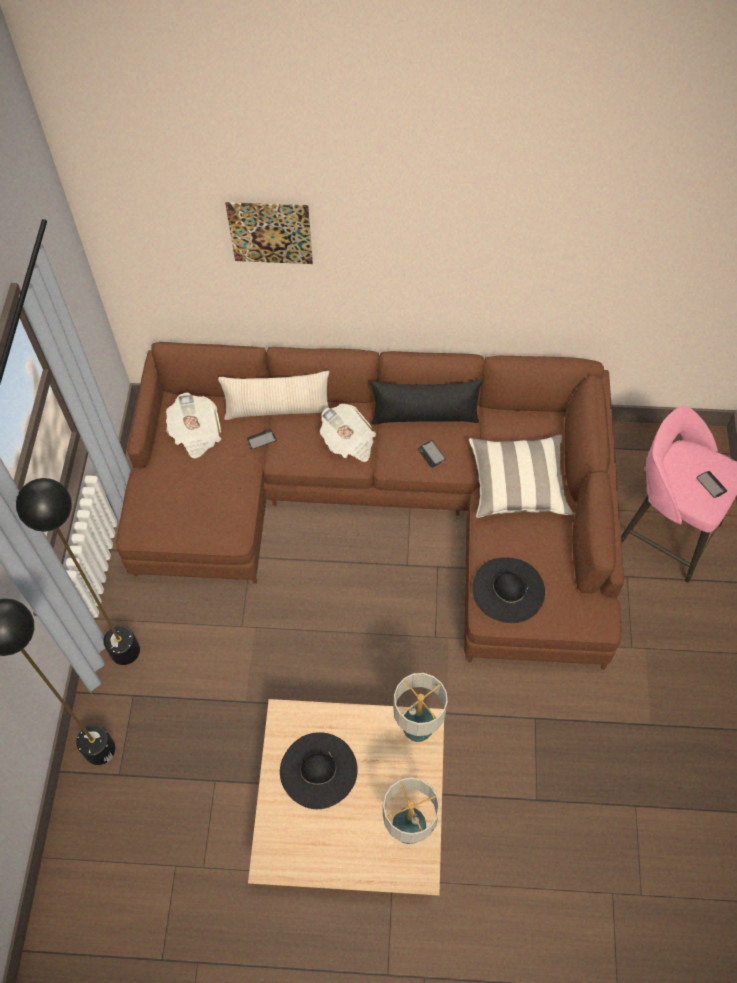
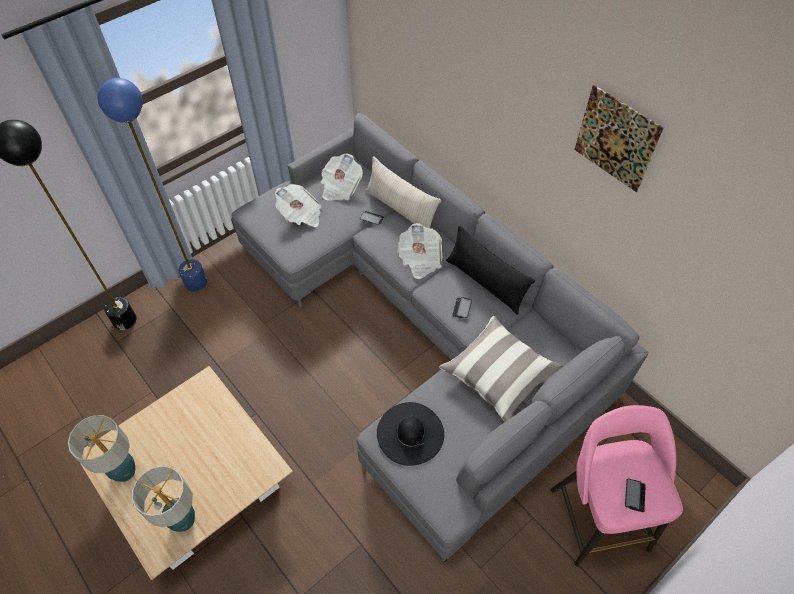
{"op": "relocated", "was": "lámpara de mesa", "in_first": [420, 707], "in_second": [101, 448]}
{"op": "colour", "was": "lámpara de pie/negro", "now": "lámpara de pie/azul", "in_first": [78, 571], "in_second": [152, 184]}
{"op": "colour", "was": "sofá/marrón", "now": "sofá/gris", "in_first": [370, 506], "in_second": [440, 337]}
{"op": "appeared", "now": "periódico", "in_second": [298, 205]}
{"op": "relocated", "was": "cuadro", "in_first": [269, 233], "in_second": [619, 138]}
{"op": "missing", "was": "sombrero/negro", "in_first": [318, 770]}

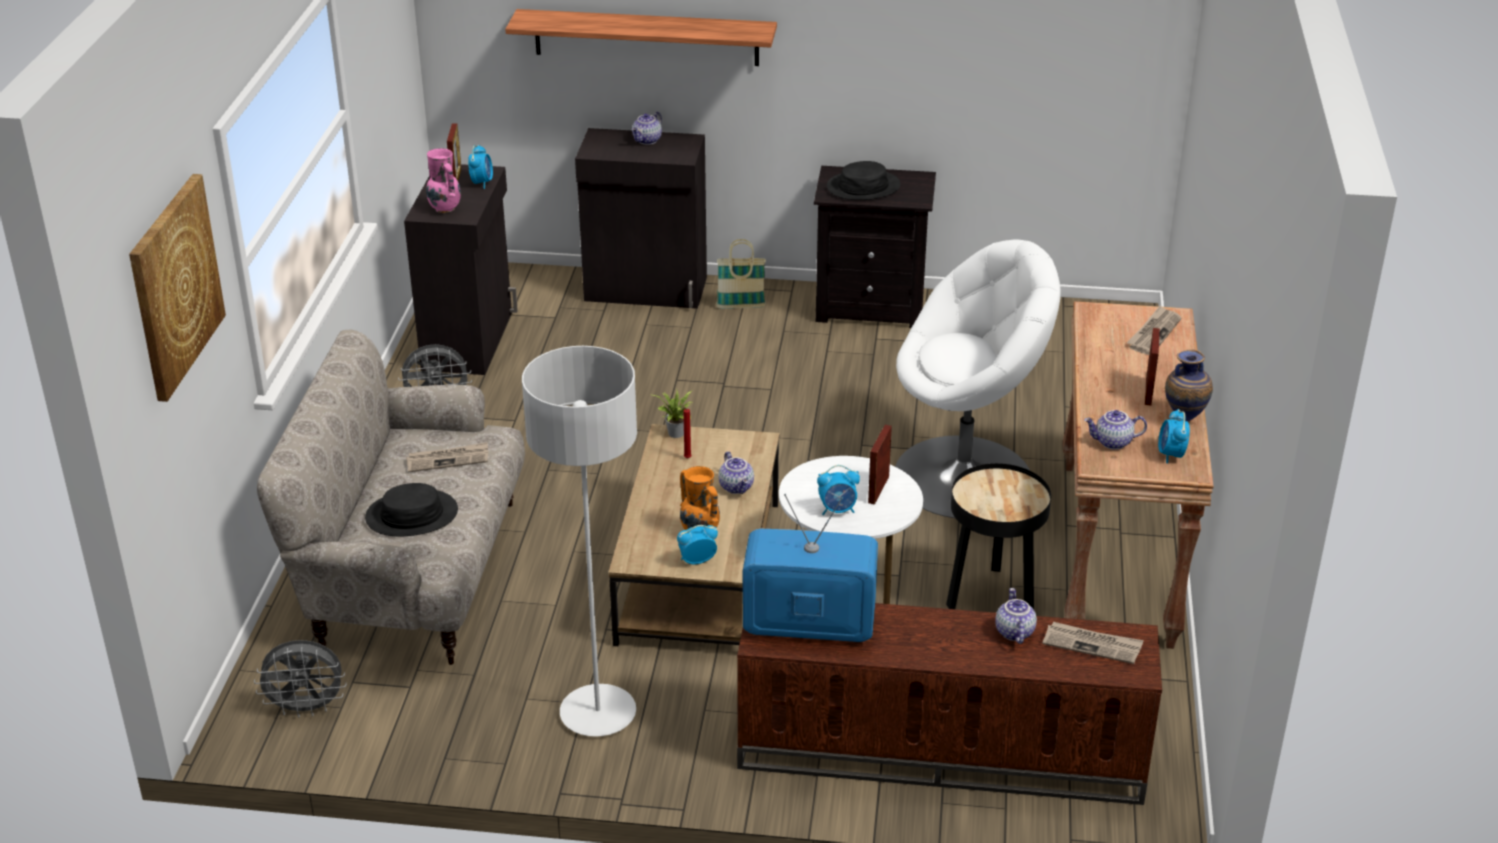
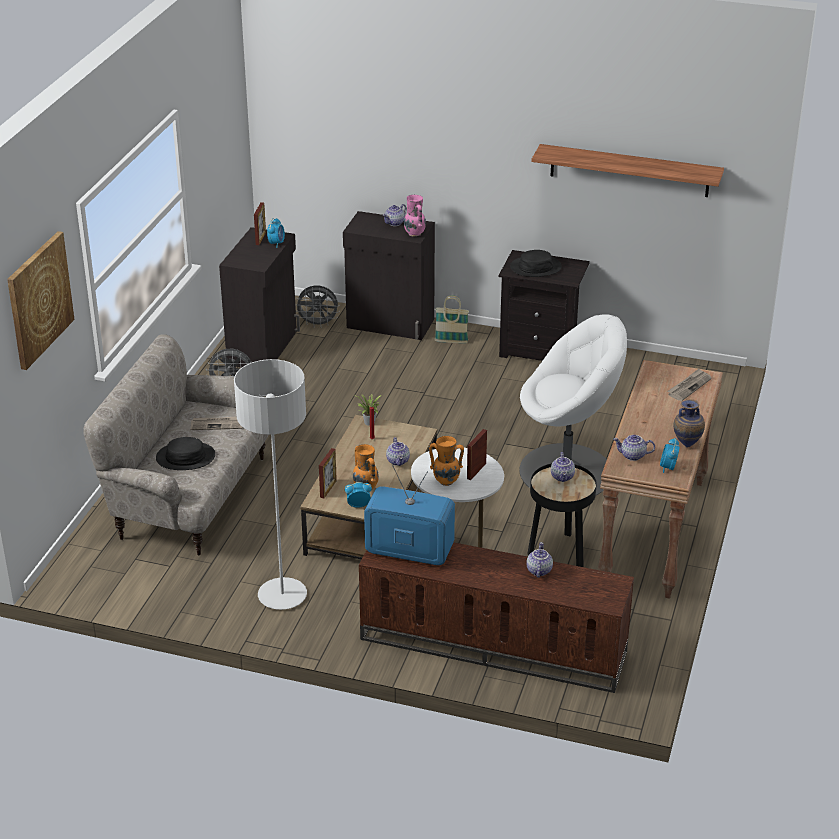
{"op": "relocated", "was": "ventilador/gris", "in_first": [300, 679], "in_second": [318, 306]}
{"op": "relocated", "was": "portarretratos", "in_first": [1152, 366], "in_second": [328, 473]}
{"op": "relocated", "was": "florero/rosa", "in_first": [443, 180], "in_second": [415, 215]}
{"op": "exchanged", "was": "despertador", "now": "florero/naranja", "in_first": [838, 490], "in_second": [446, 461]}
{"op": "relocated", "was": "estante", "in_first": [641, 37], "in_second": [628, 170]}
{"op": "appeared", "now": "tetera", "in_second": [563, 467]}
{"op": "missing", "was": "periódico", "in_first": [1093, 643]}

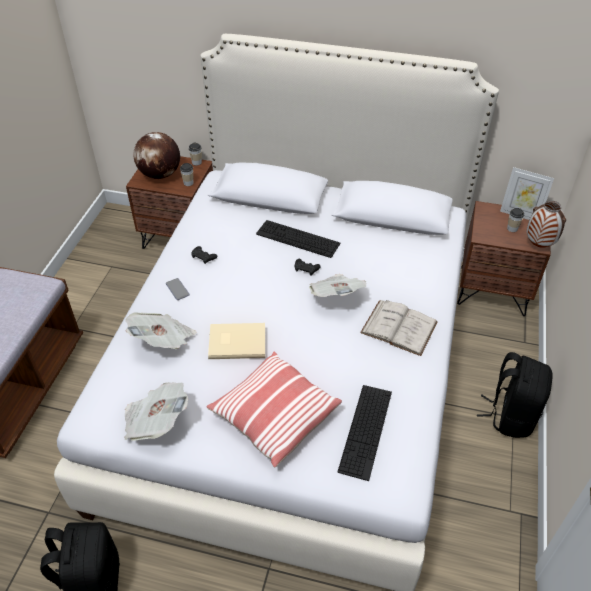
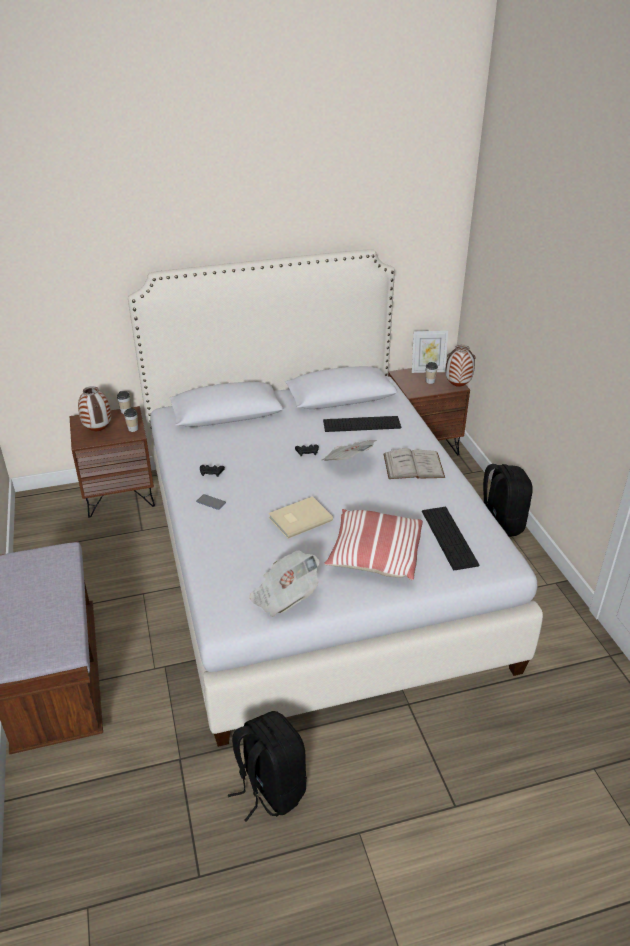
{"op": "exchanged", "was": "globo terráqueo", "now": "florero", "in_first": [156, 155], "in_second": [94, 408]}
{"op": "relocated", "was": "teclado", "in_first": [298, 239], "in_second": [362, 424]}
{"op": "missing", "was": "periódico", "in_first": [161, 330]}

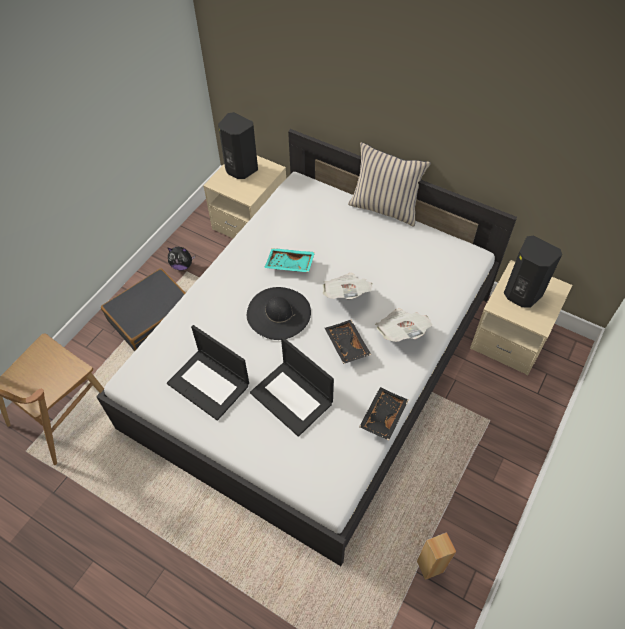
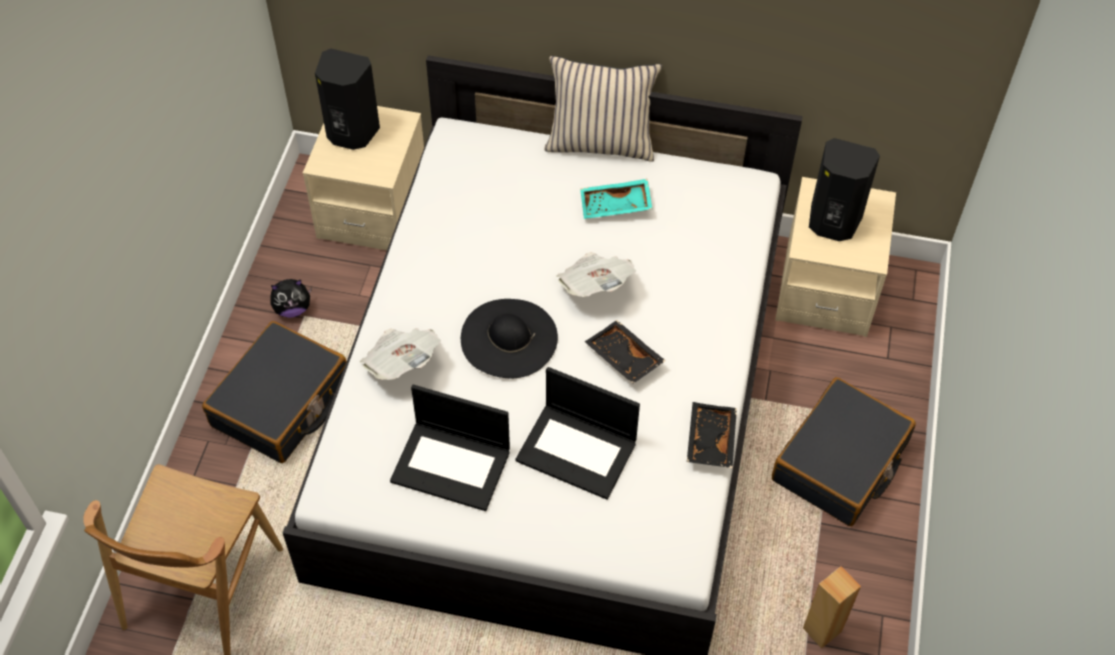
{"op": "relocated", "was": "periódico", "in_first": [404, 325], "in_second": [400, 354]}
{"op": "relocated", "was": "bandeja/turquesa", "in_first": [289, 260], "in_second": [616, 199]}
{"op": "appeared", "now": "maleta/negro", "in_second": [844, 451]}

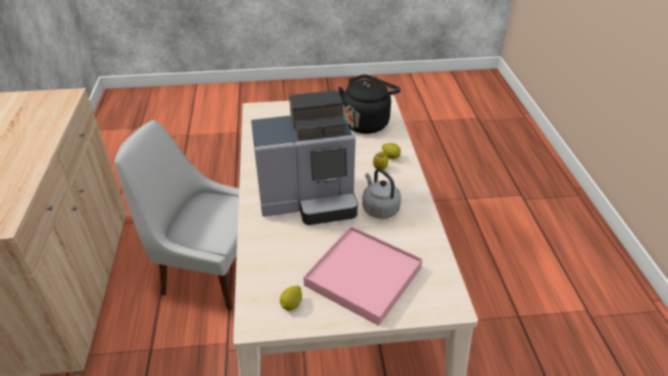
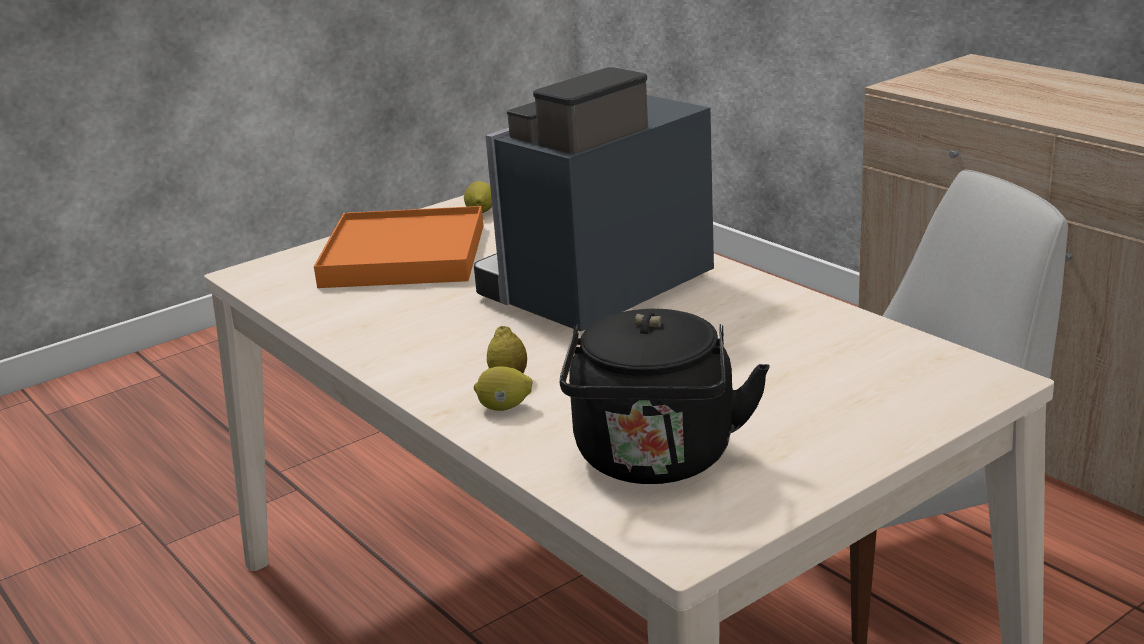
{"op": "colour", "was": "bandeja/rosa", "now": "bandeja/naranja", "in_first": [363, 276], "in_second": [398, 247]}
{"op": "missing", "was": "hervidor/gris", "in_first": [381, 193]}

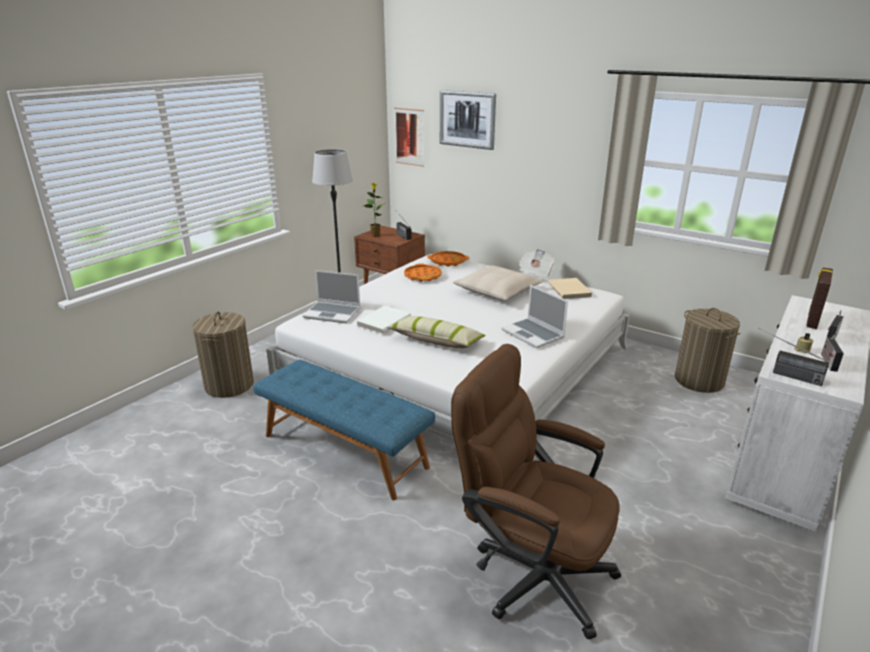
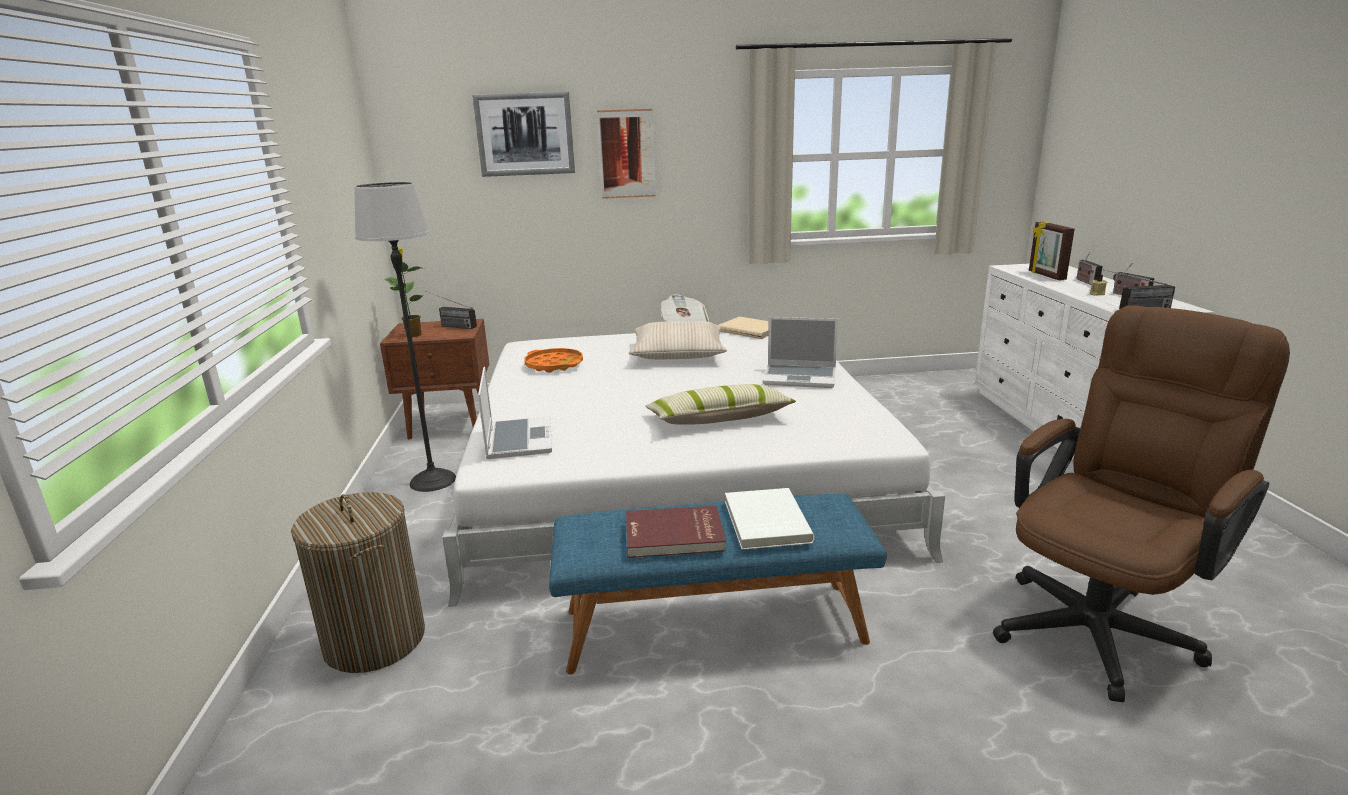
{"op": "spun", "was": "portátil", "in_first": [331, 296], "in_second": [515, 413], "clockwise": -75}
{"op": "relocated", "was": "cuadro", "in_first": [409, 137], "in_second": [626, 154]}
{"op": "appeared", "now": "libro/rojo", "in_second": [676, 531]}
{"op": "relocated", "was": "libro/blanco", "in_first": [384, 320], "in_second": [770, 519]}
{"op": "spun", "was": "silla de oficina/marrón", "in_first": [536, 492], "in_second": [1141, 504], "clockwise": 150}
{"op": "missing", "was": "bandeja/naranja", "in_first": [448, 258]}
{"op": "missing", "was": "cesto de la ropa", "in_first": [708, 350]}

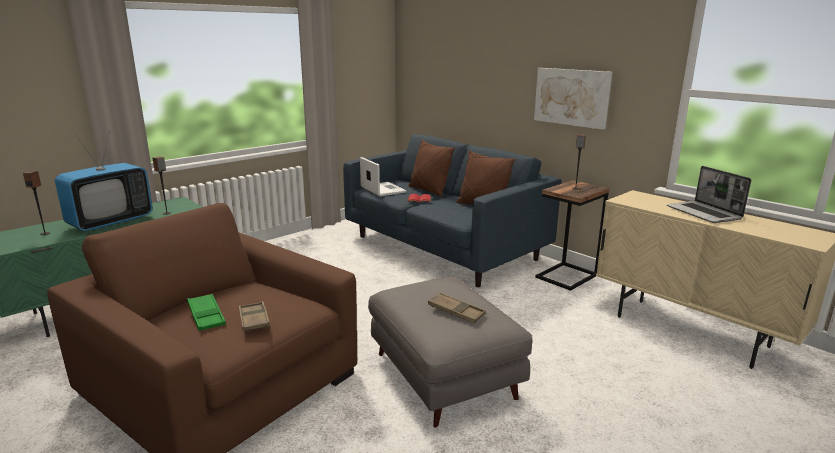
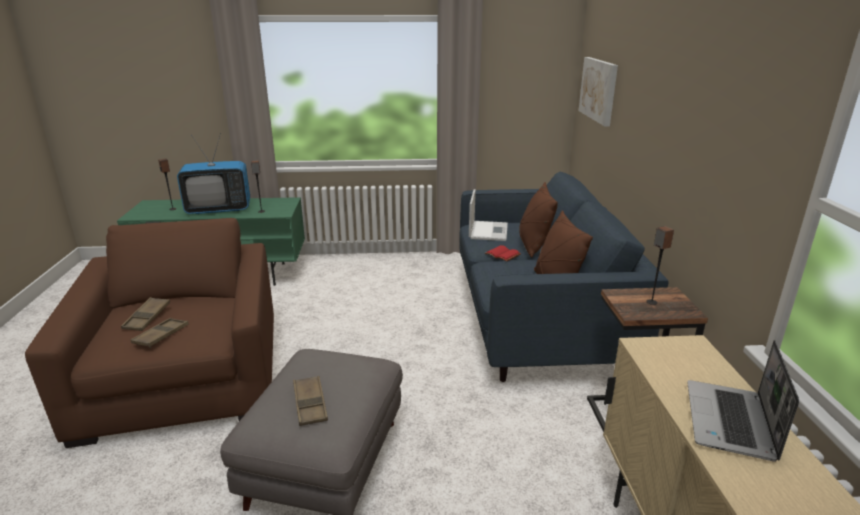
{"op": "colour", "was": "bandeja/verde", "now": "bandeja/marrón", "in_first": [206, 312], "in_second": [145, 314]}
{"op": "relocated", "was": "cuadro", "in_first": [573, 99], "in_second": [598, 91]}

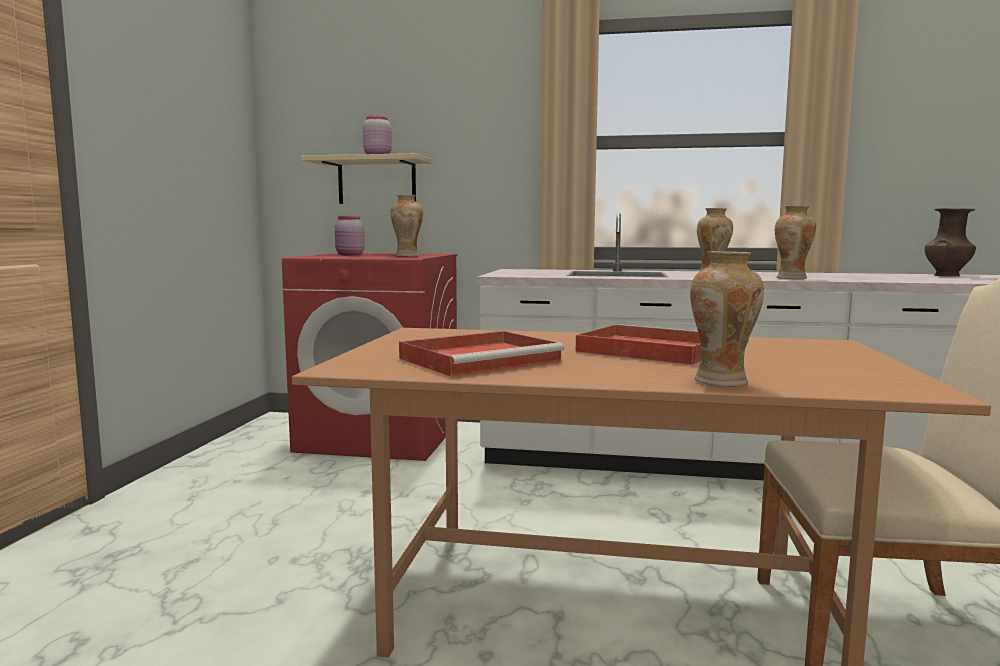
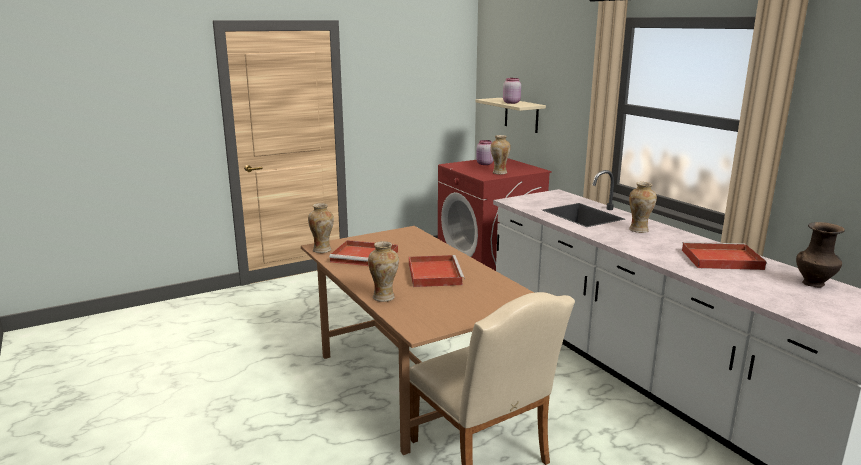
{"op": "relocated", "was": "florero", "in_first": [795, 242], "in_second": [321, 228]}
{"op": "appeared", "now": "bandeja/rojo", "in_second": [724, 256]}

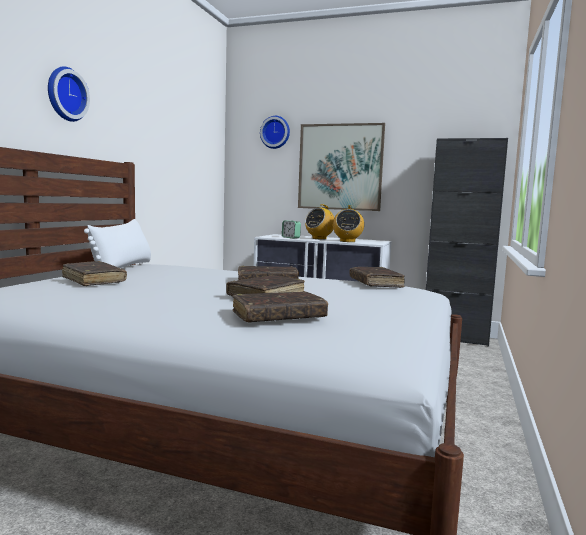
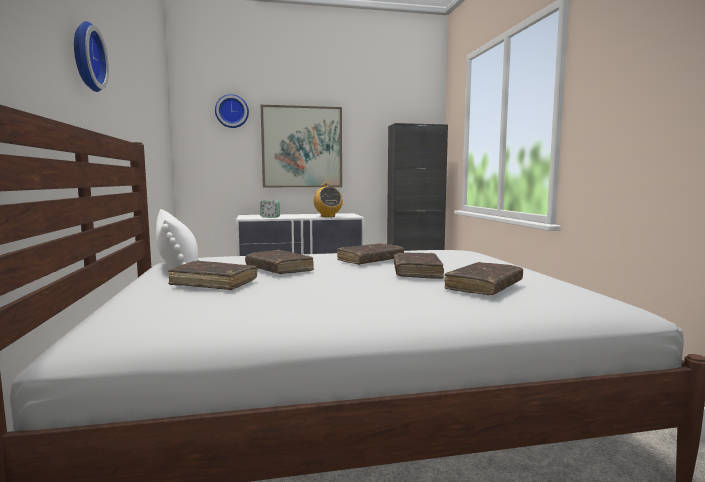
{"op": "relocated", "was": "libro/marrón", "in_first": [377, 277], "in_second": [279, 262]}
{"op": "missing", "was": "radio", "in_first": [319, 222]}

